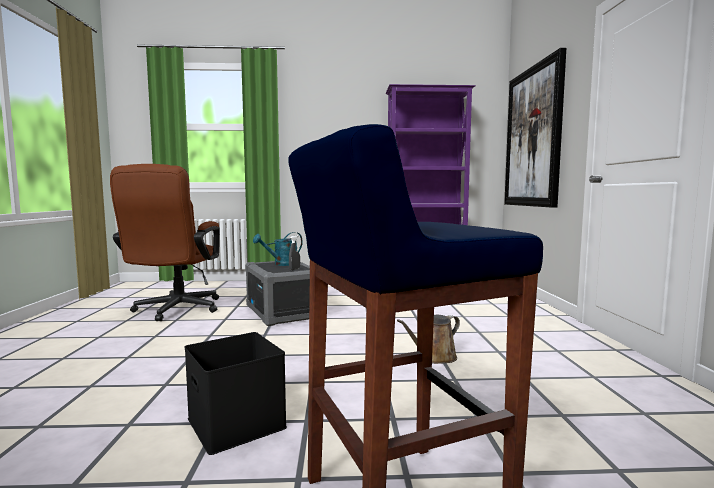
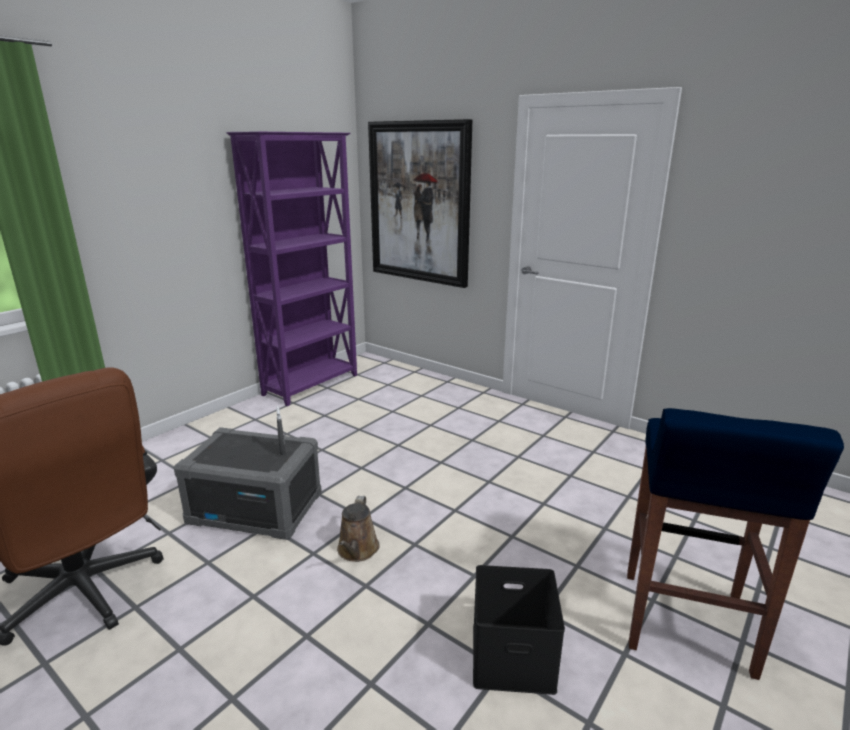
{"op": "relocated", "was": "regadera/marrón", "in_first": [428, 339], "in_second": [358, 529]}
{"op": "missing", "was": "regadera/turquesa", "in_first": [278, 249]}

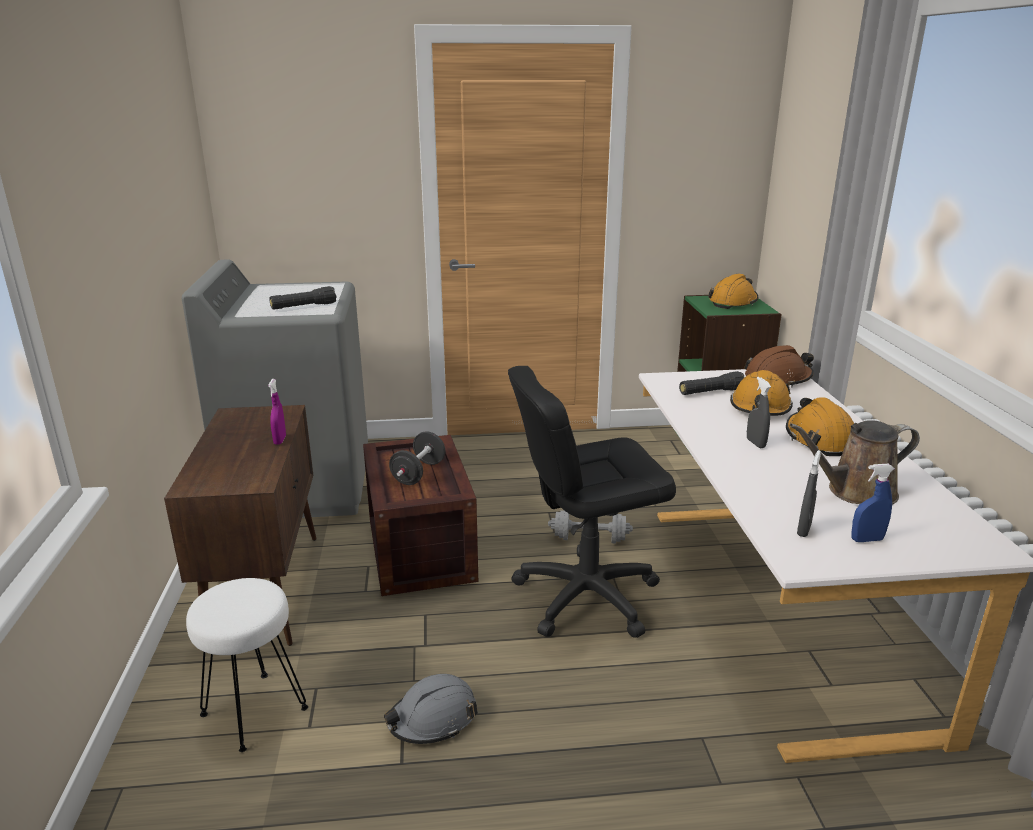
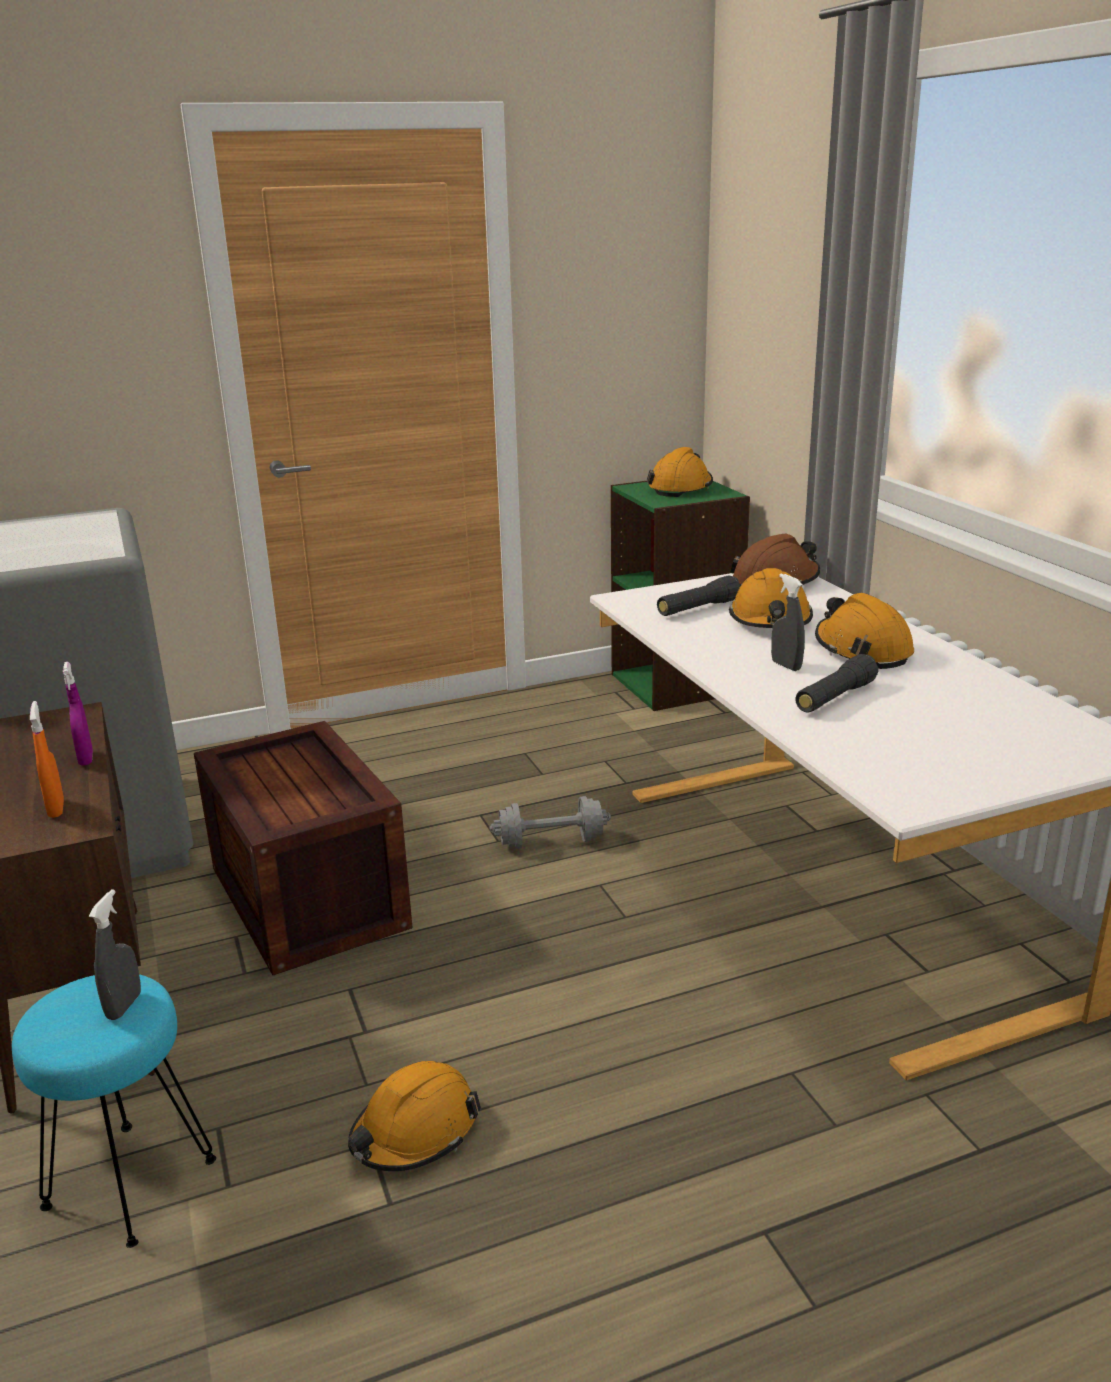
{"op": "colour", "was": "taburete/blanco", "now": "taburete/turquesa", "in_first": [247, 665], "in_second": [114, 1111]}
{"op": "appeared", "now": "pulverizador/naranja", "in_second": [47, 759]}
{"op": "relocated", "was": "pulverizador/gris", "in_first": [809, 493], "in_second": [115, 954]}
{"op": "colour", "was": "casco/gris", "now": "casco/naranja", "in_first": [431, 709], "in_second": [414, 1116]}
{"op": "relocated", "was": "linterna/negro", "in_first": [302, 298], "in_second": [837, 683]}
{"op": "missing", "was": "mancuerna/negro", "in_first": [417, 458]}
{"op": "missing", "was": "silla de oficina/negro", "in_first": [592, 502]}
{"op": "missing", "was": "regadera/marrón", "in_first": [855, 462]}
{"op": "missing", "was": "pulverizador/azul", "in_first": [873, 503]}

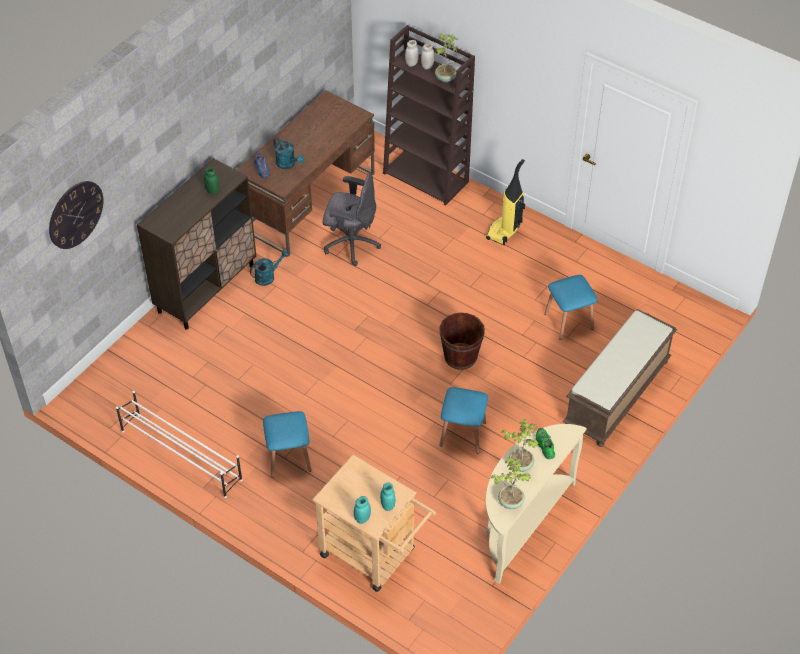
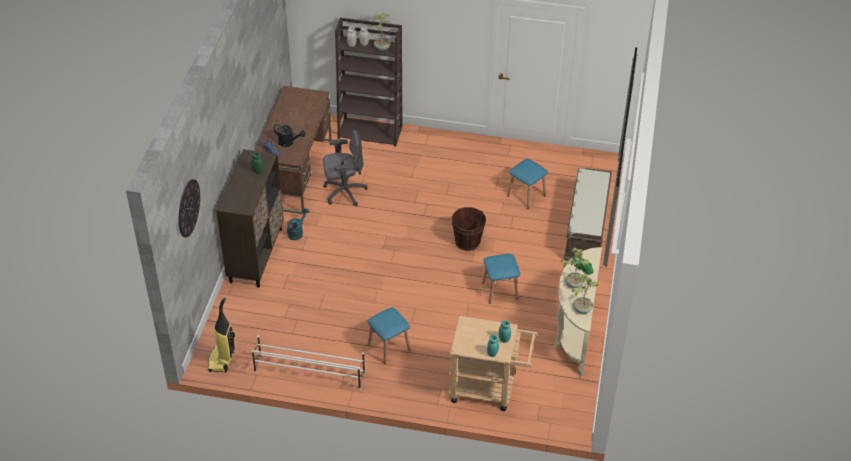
{"op": "relocated", "was": "aspiradora", "in_first": [505, 202], "in_second": [221, 335]}
{"op": "colour", "was": "regadera/turquesa", "now": "regadera/negro", "in_first": [288, 153], "in_second": [289, 135]}

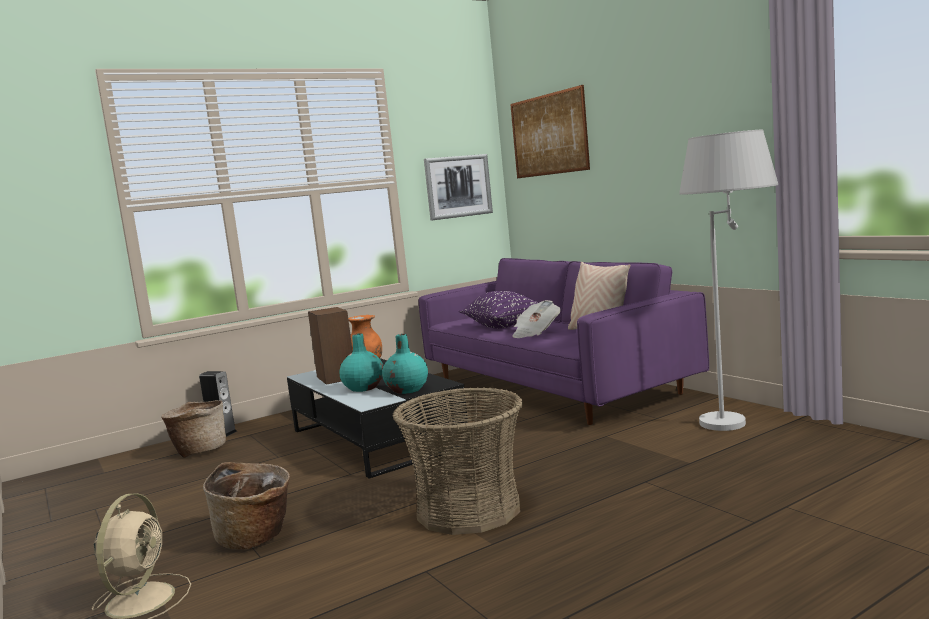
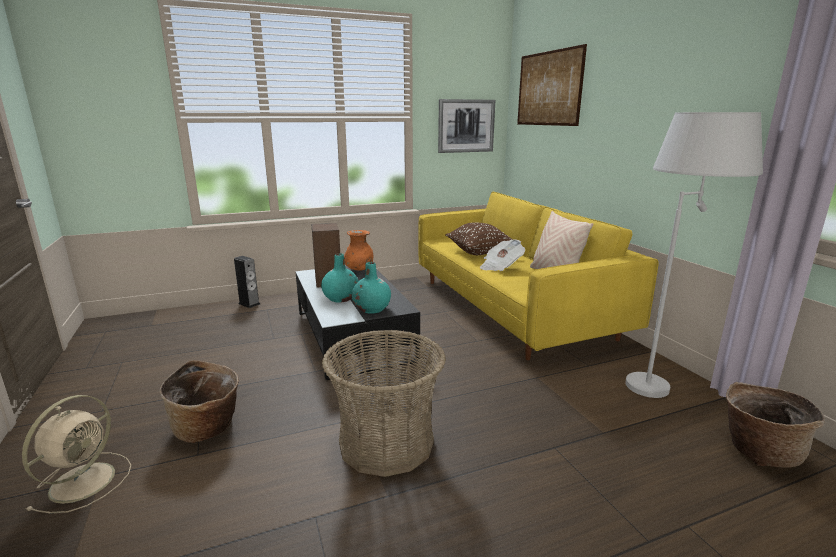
{"op": "colour", "was": "sofá/morado", "now": "sofá/amarillo", "in_first": [564, 341], "in_second": [538, 276]}
{"op": "colour", "was": "cojín/morado", "now": "cojín/marrón", "in_first": [498, 310], "in_second": [479, 238]}
{"op": "relocated", "was": "cesta", "in_first": [193, 429], "in_second": [775, 424]}

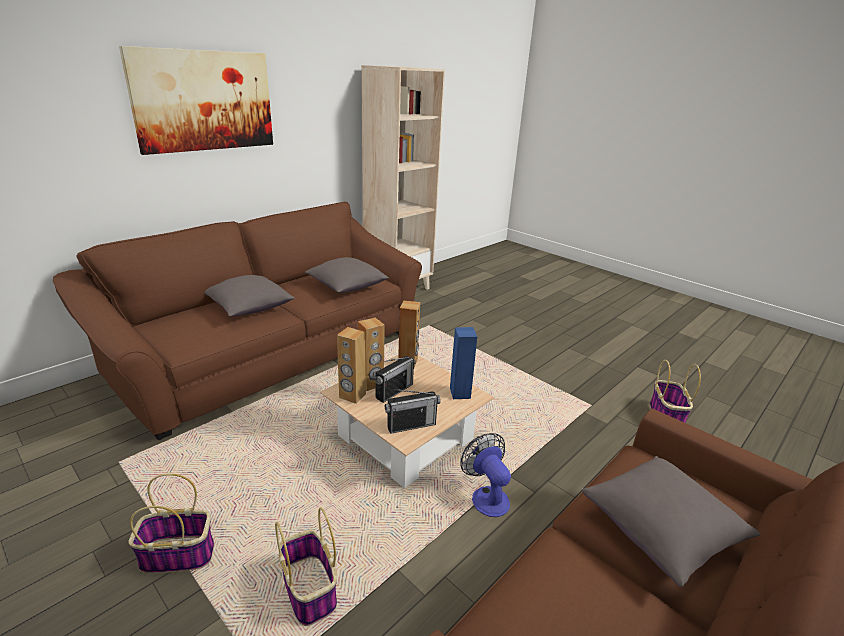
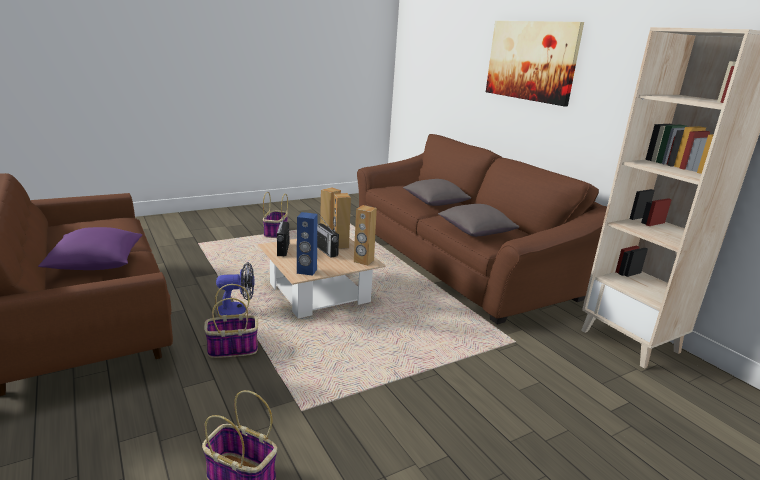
{"op": "colour", "was": "cojín/gris", "now": "cojín/morado", "in_first": [671, 521], "in_second": [90, 248]}
{"op": "relocated", "was": "cesta", "in_first": [306, 566], "in_second": [231, 321]}

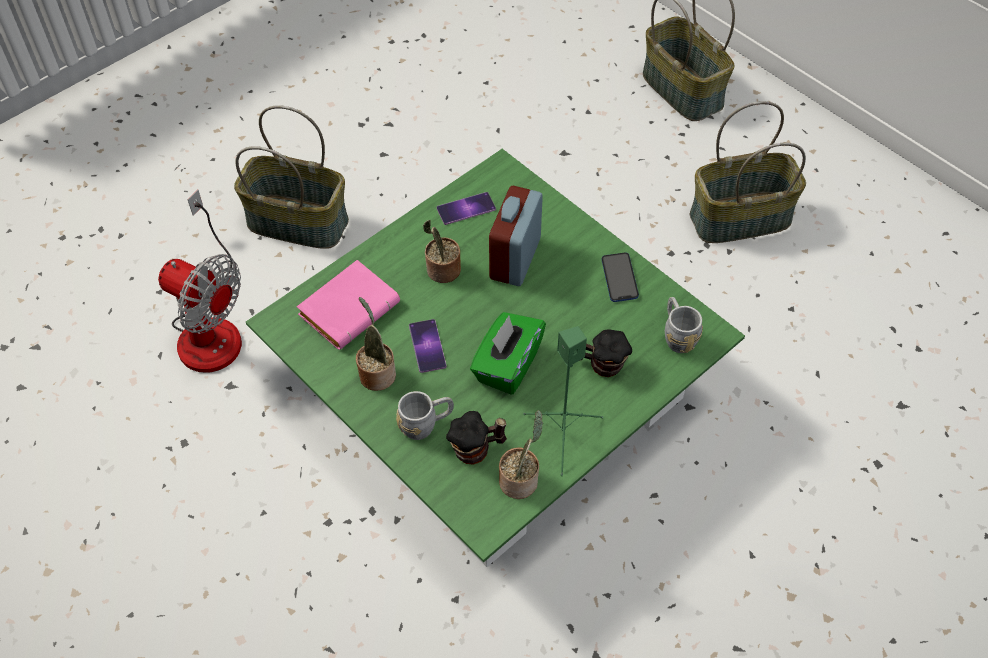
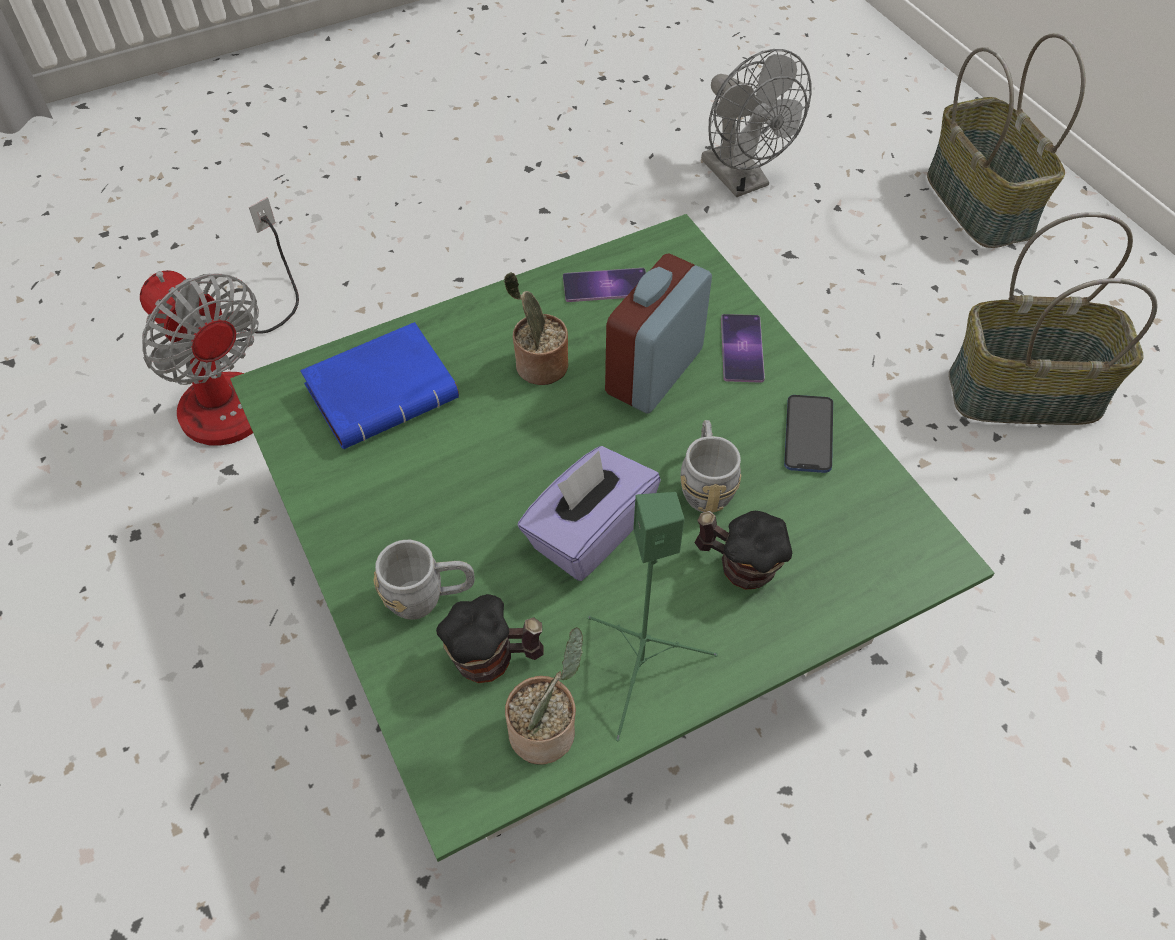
{"op": "colour", "was": "libro/rosa", "now": "libro/azul", "in_first": [348, 305], "in_second": [379, 385]}
{"op": "colour", "was": "caja de pañuelos/verde", "now": "caja de pañuelos/morado", "in_first": [508, 353], "in_second": [589, 513]}
{"op": "relocated", "was": "taza grande/gris", "in_first": [684, 325], "in_second": [710, 466]}
{"op": "appeared", "now": "ventilador/gris", "in_second": [756, 123]}
{"op": "relocated", "was": "móvil", "in_first": [428, 346], "in_second": [743, 348]}
{"op": "missing", "was": "cesta", "in_first": [291, 177]}
{"op": "missing", "was": "planta en maceta", "in_first": [376, 344]}

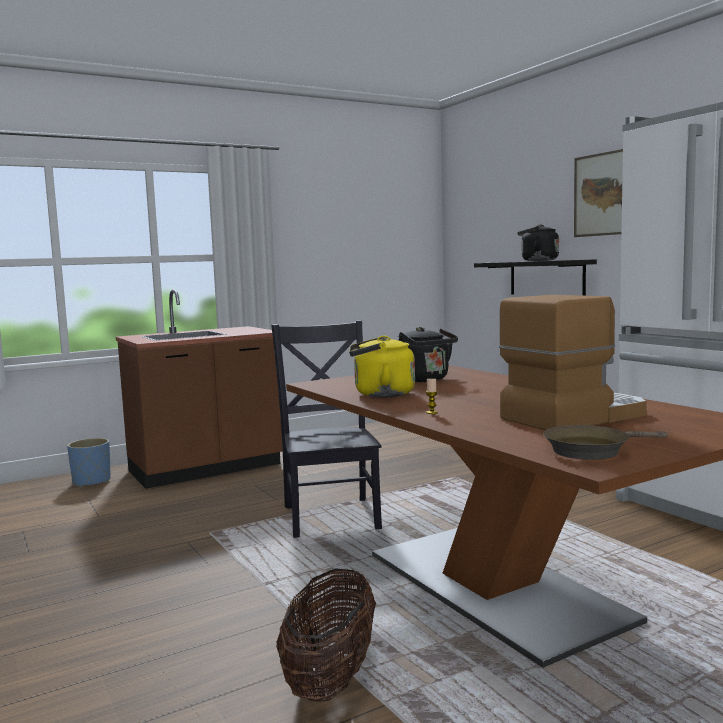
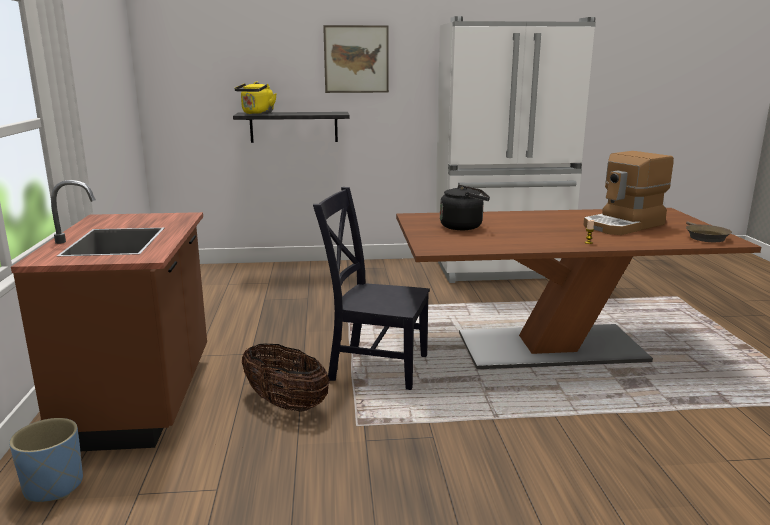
{"op": "relocated", "was": "hervidor/amarillo", "in_first": [382, 367], "in_second": [255, 97]}
{"op": "relocated", "was": "cesta", "in_first": [326, 635], "in_second": [286, 377]}
{"op": "spun", "was": "cafetera", "in_first": [573, 362], "in_second": [628, 193], "clockwise": -120}
{"op": "missing", "was": "hervidor/negro", "in_first": [538, 243]}

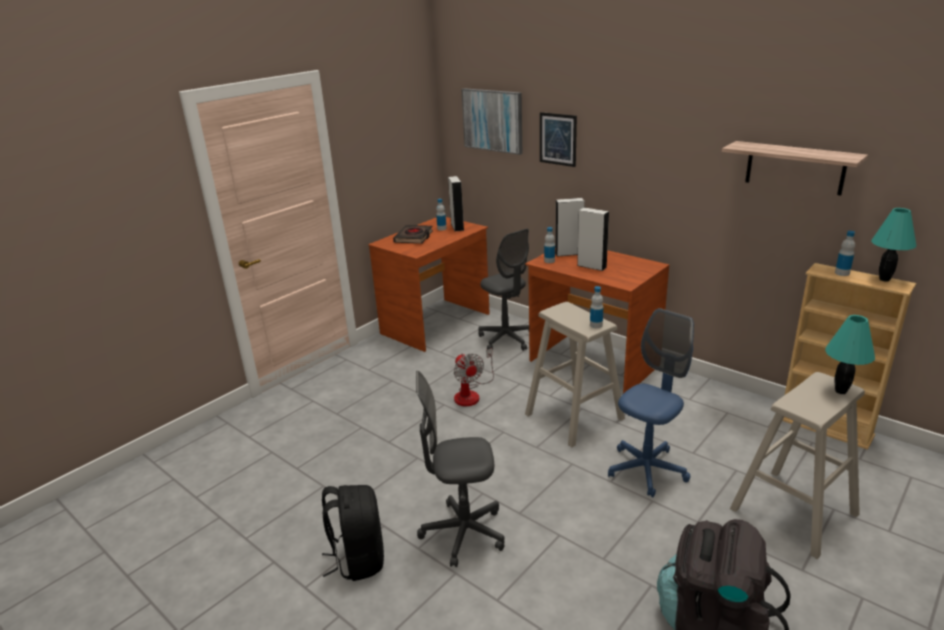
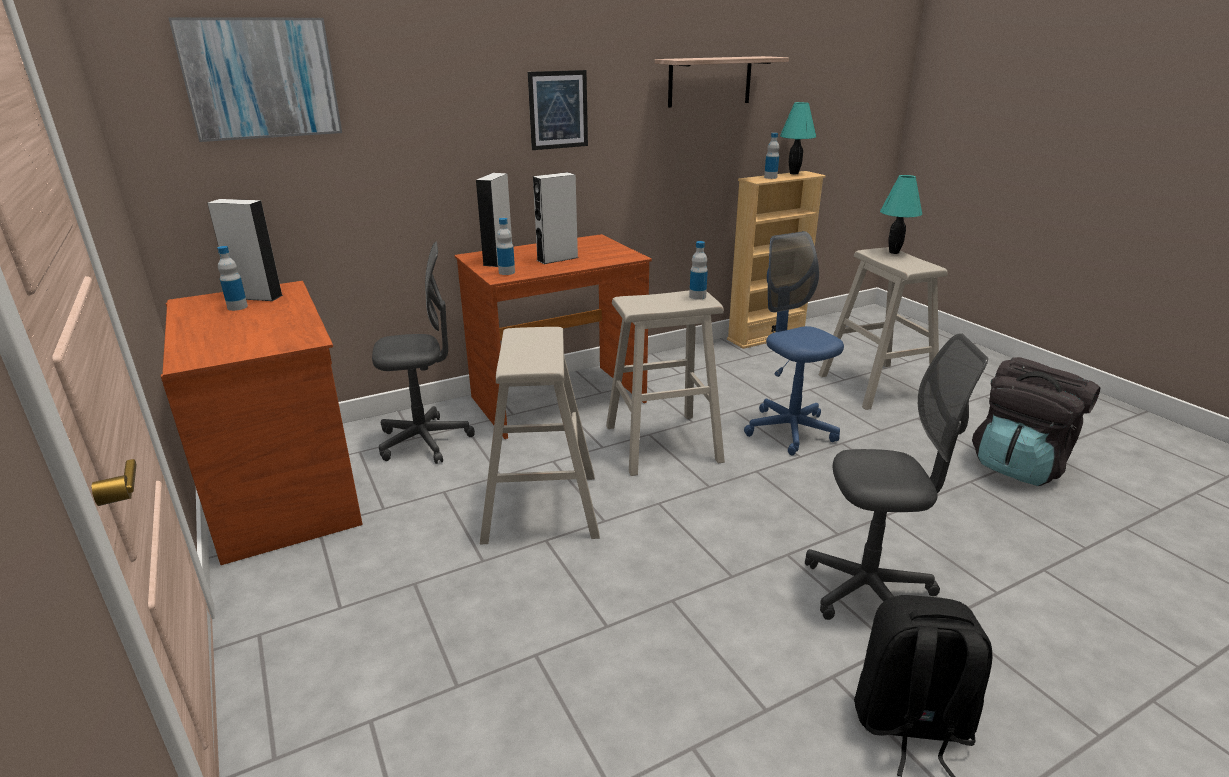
{"op": "exchanged", "was": "ventilador", "now": "taburete/beis", "in_first": [474, 377], "in_second": [540, 436]}
{"op": "relocated", "was": "cuadro", "in_first": [558, 139], "in_second": [558, 110]}
{"op": "spun", "was": "silla de oficina/gris", "in_first": [460, 469], "in_second": [896, 476], "clockwise": -105}
{"op": "missing", "was": "libro/negro", "in_first": [413, 234]}

